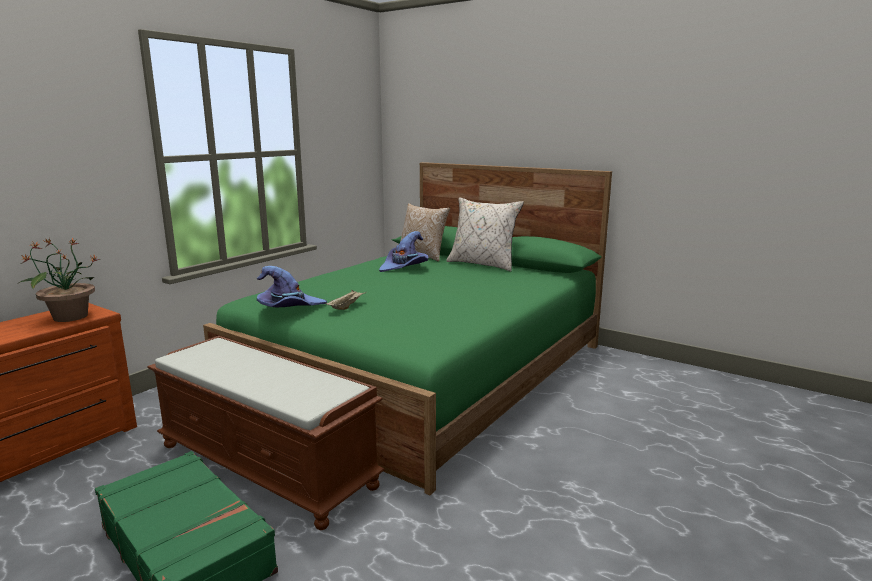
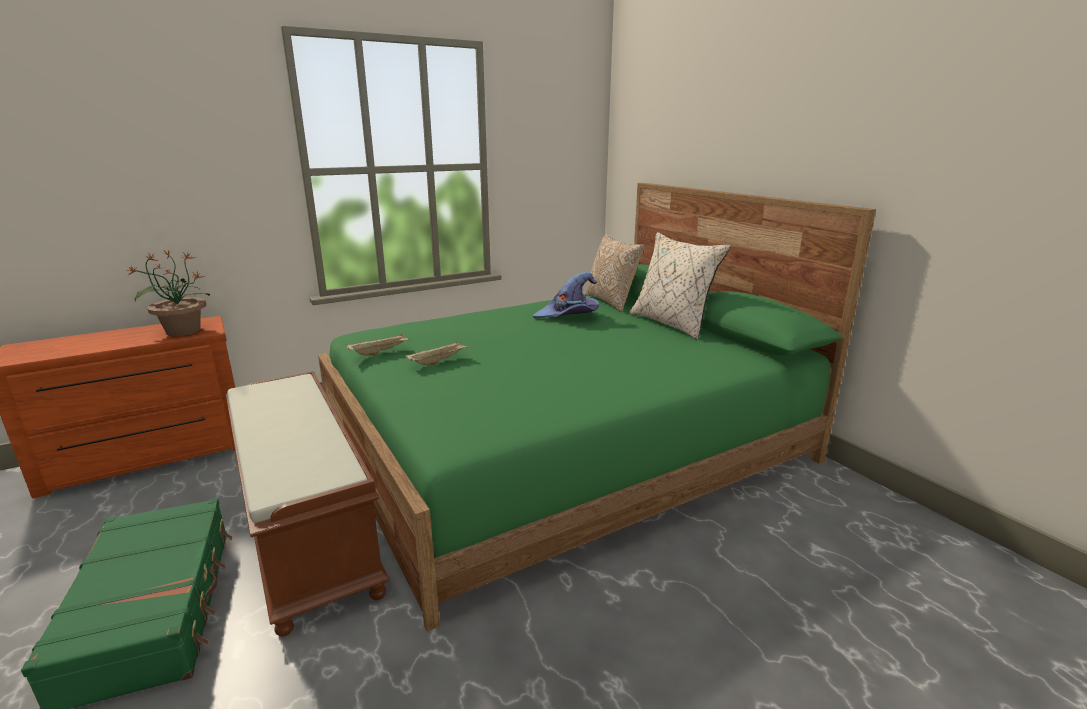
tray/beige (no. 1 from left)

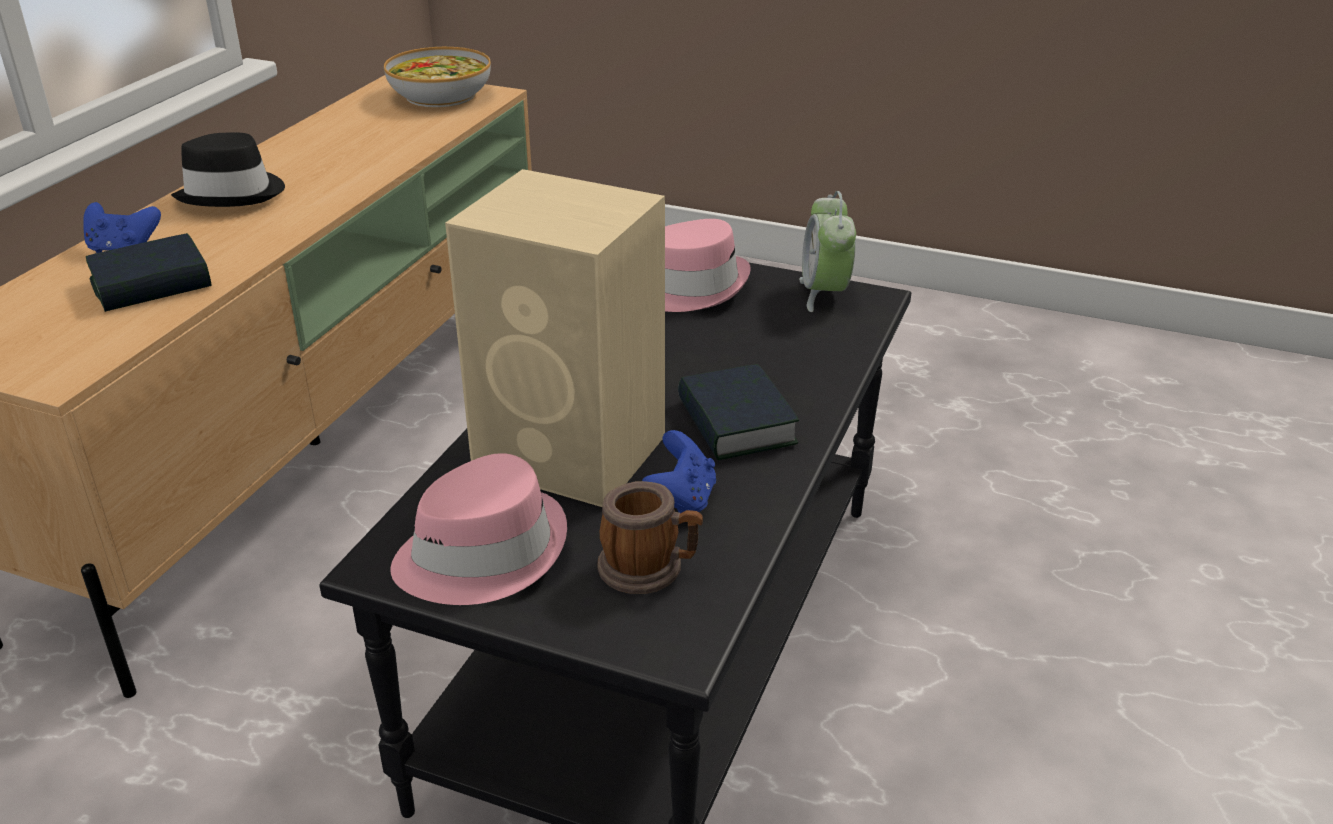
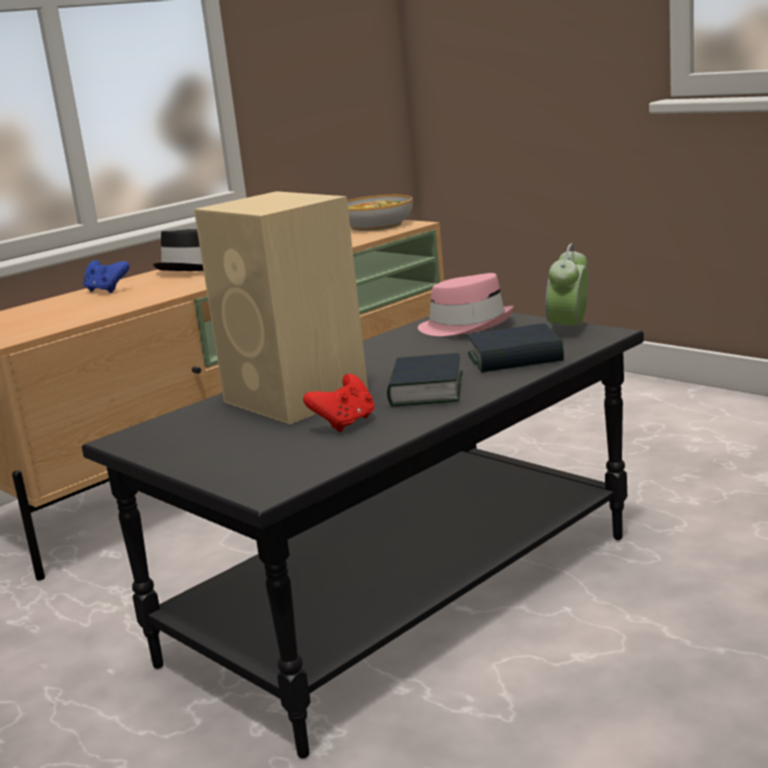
book (no. 2 from left); hat/pink (no. 1 from left in the first image); mug; game controller/red

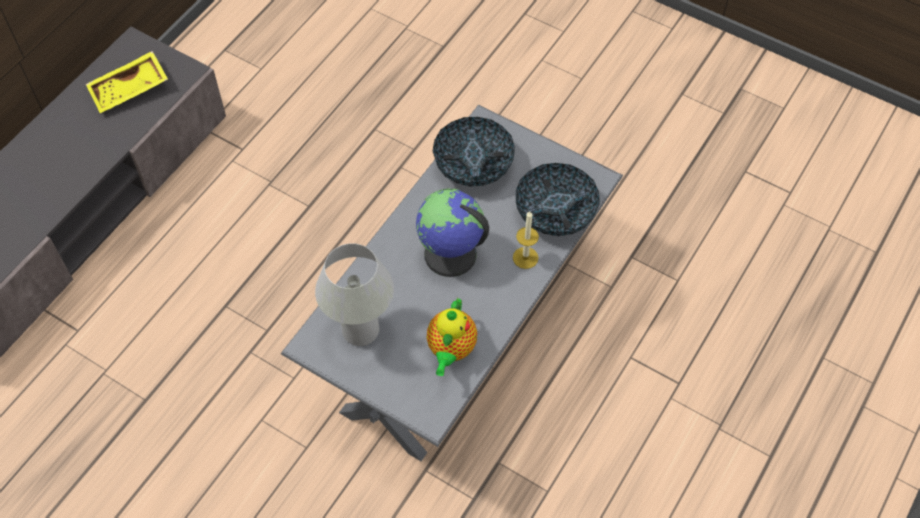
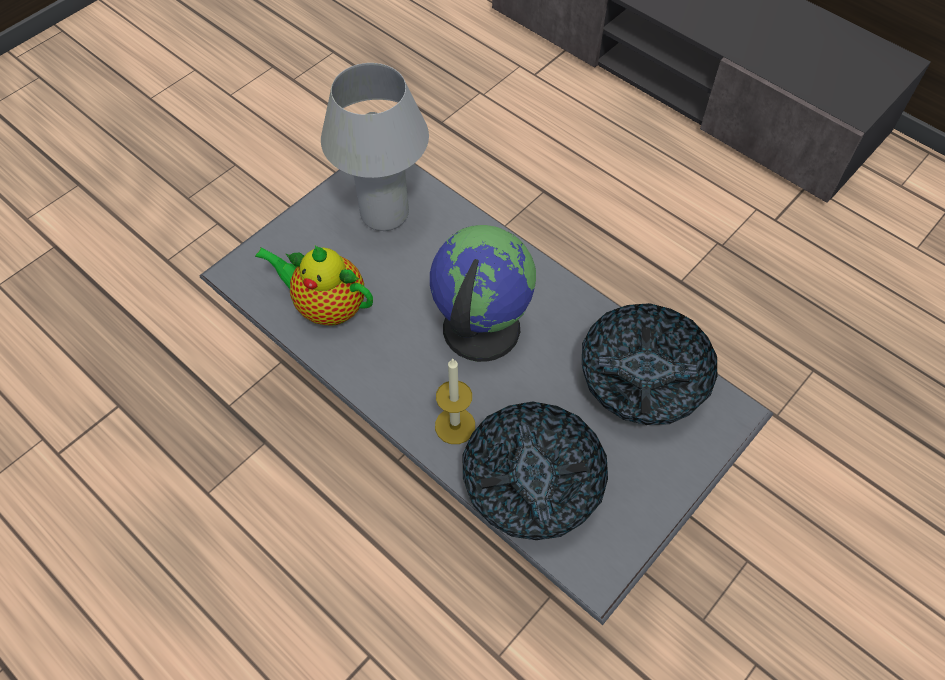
tray/yellow

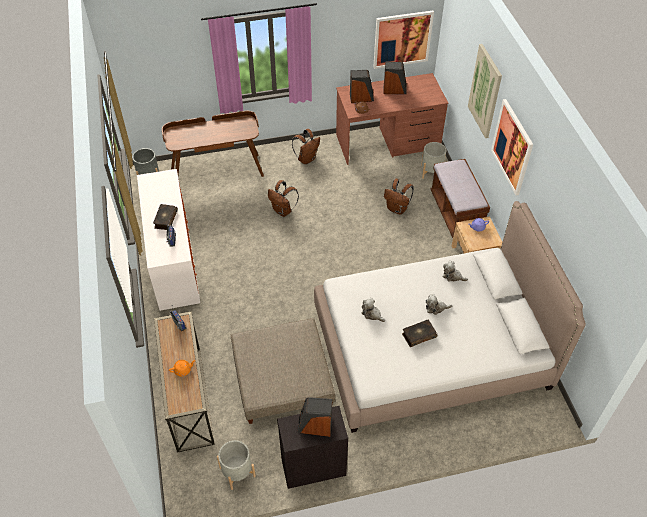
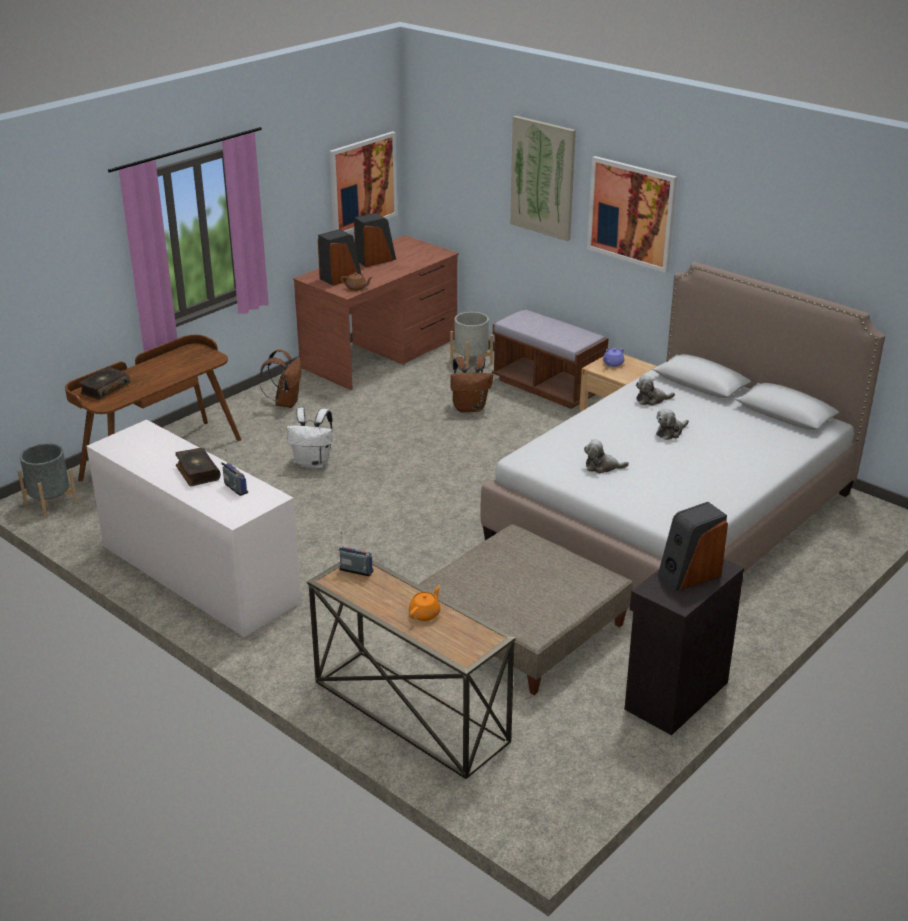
planter/grey (no. 2 from left in the first image); backpack/white; book (no. 1 from left)

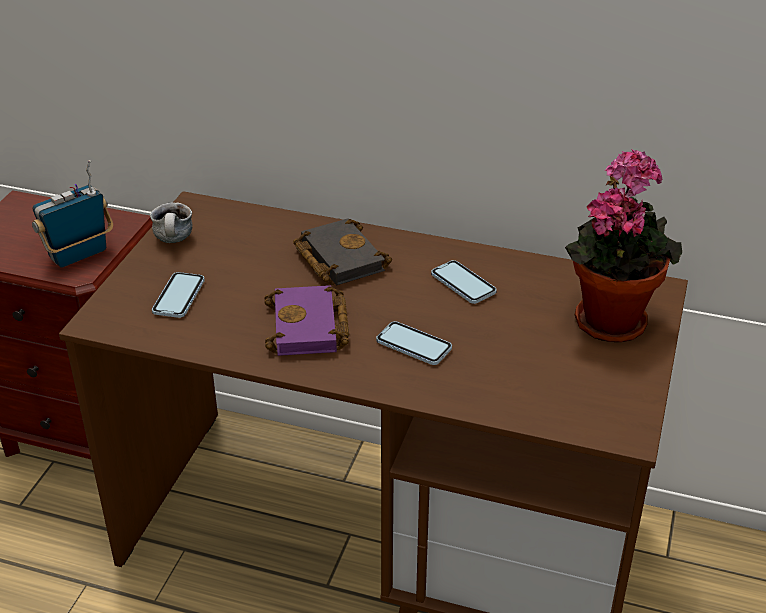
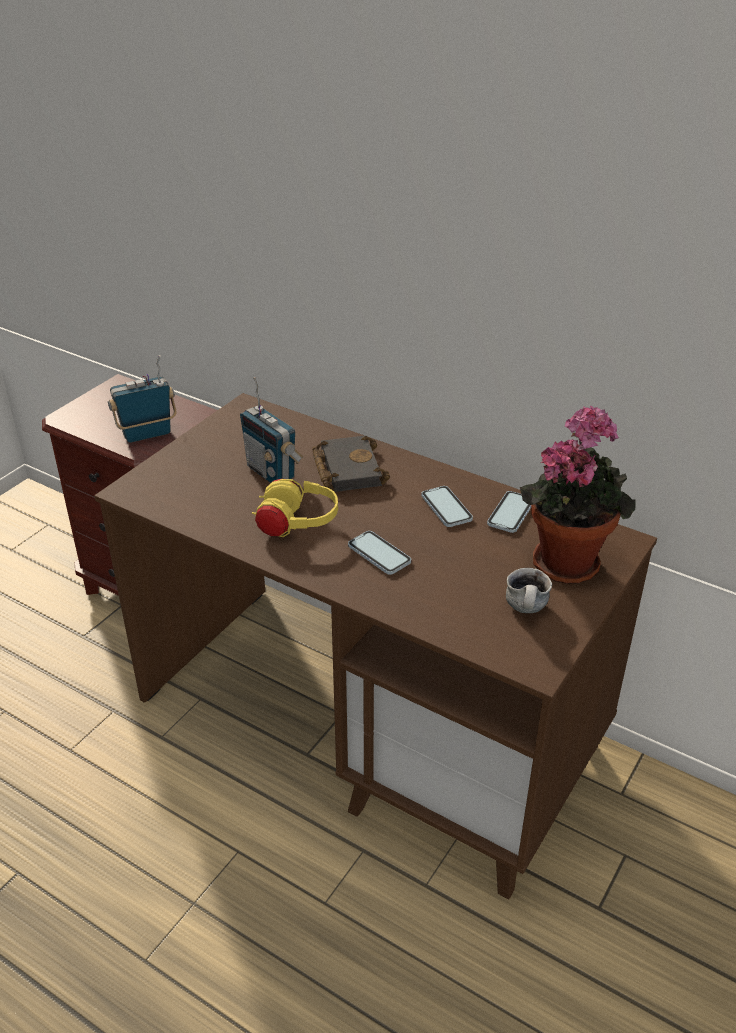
mug; phone (no. 3 from left); headphones/yellow; radio (no. 2 from left)

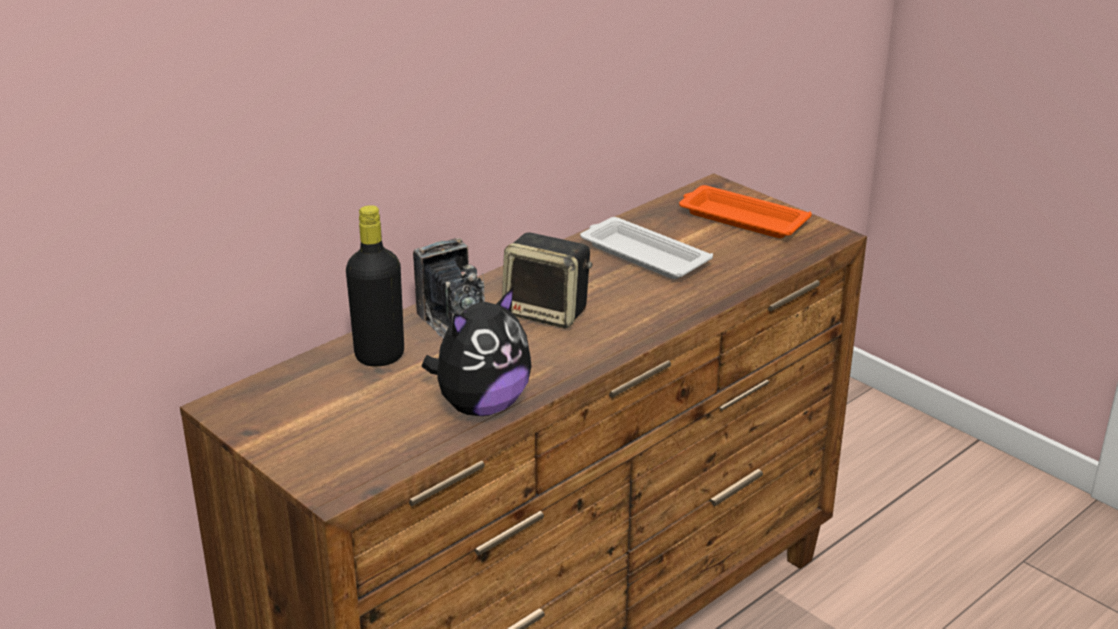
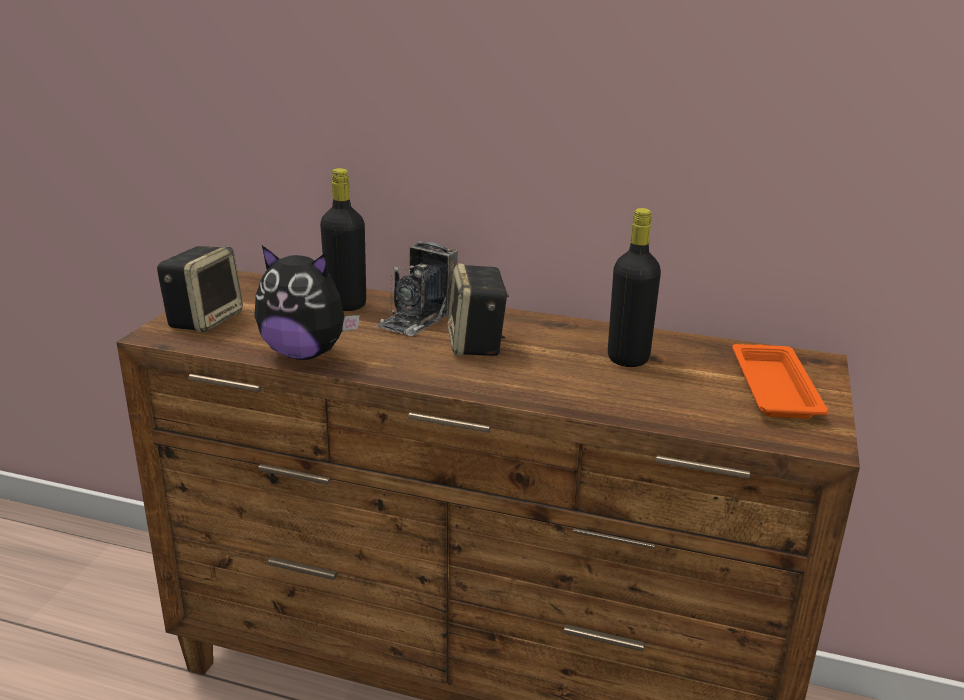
bottle/black (no. 2 from left); speaker (no. 1 from left)

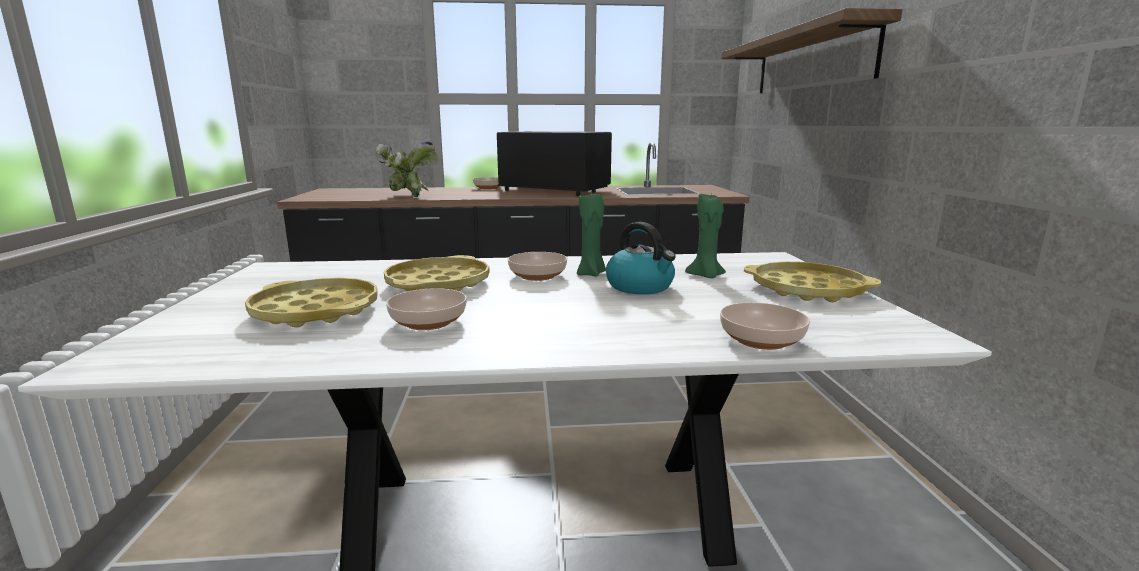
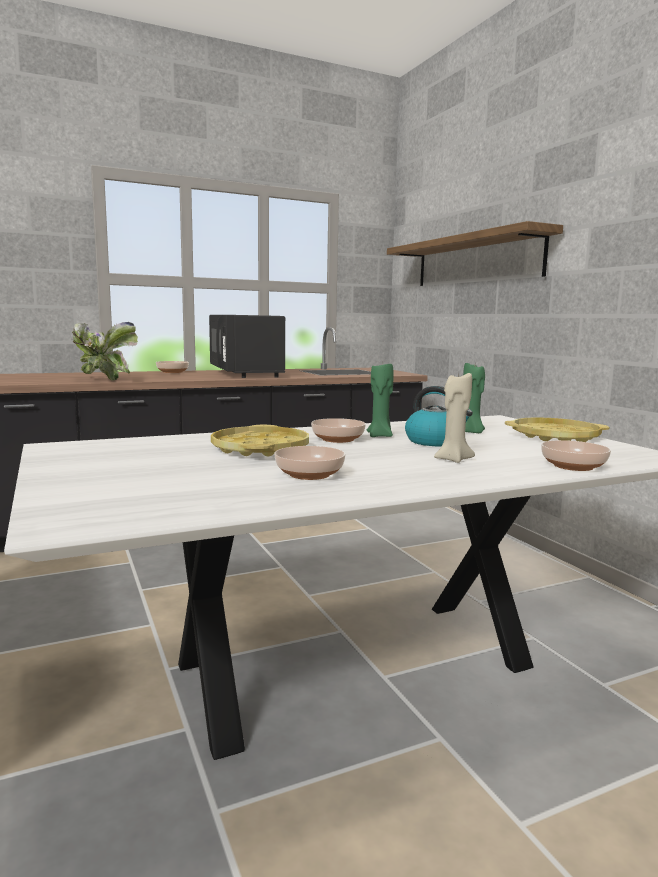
tray/yellow (no. 1 from left in the first image); microwave/black; candle/beige

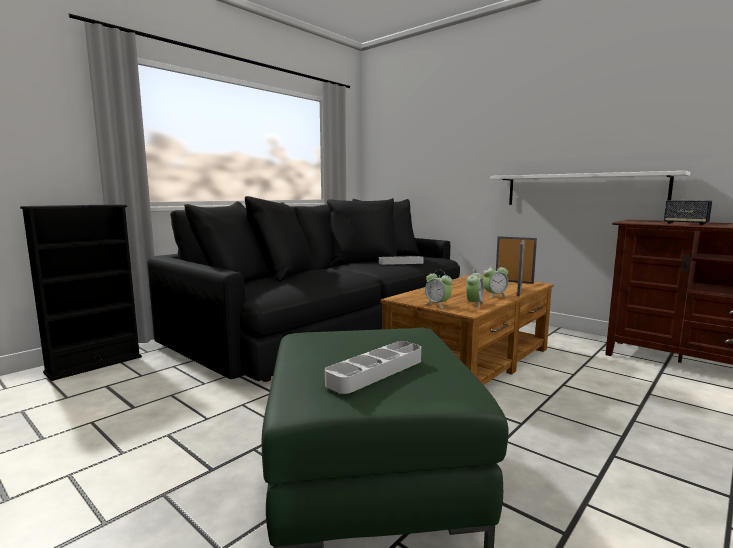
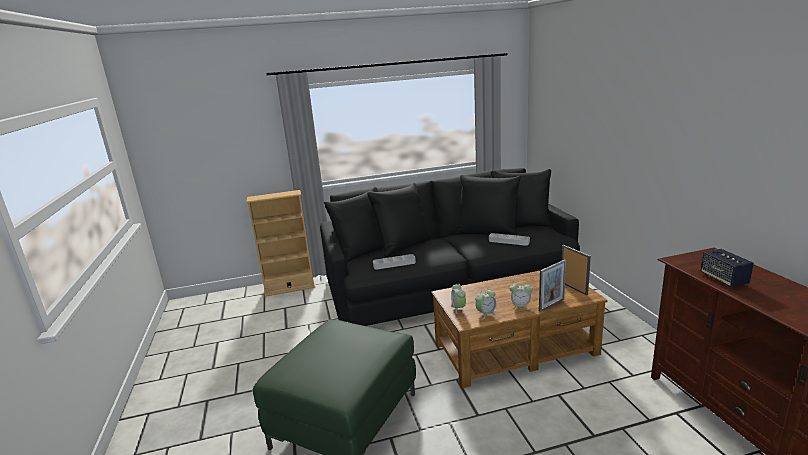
bookcase/beige; tray/grey (no. 1 from left); shelf/white

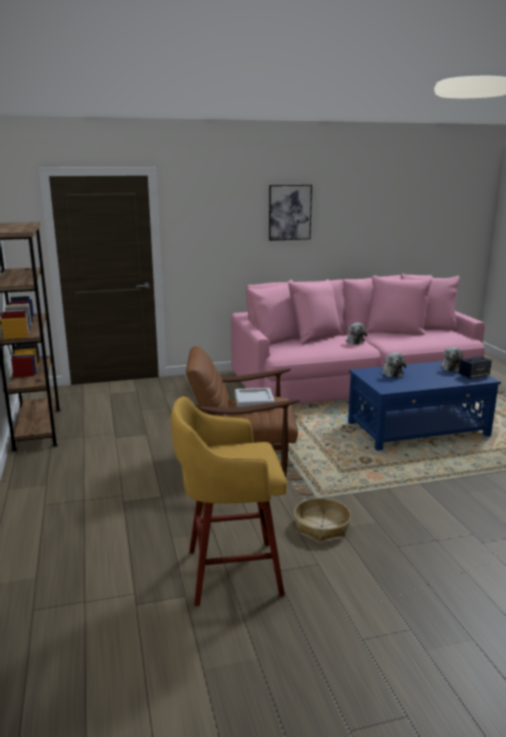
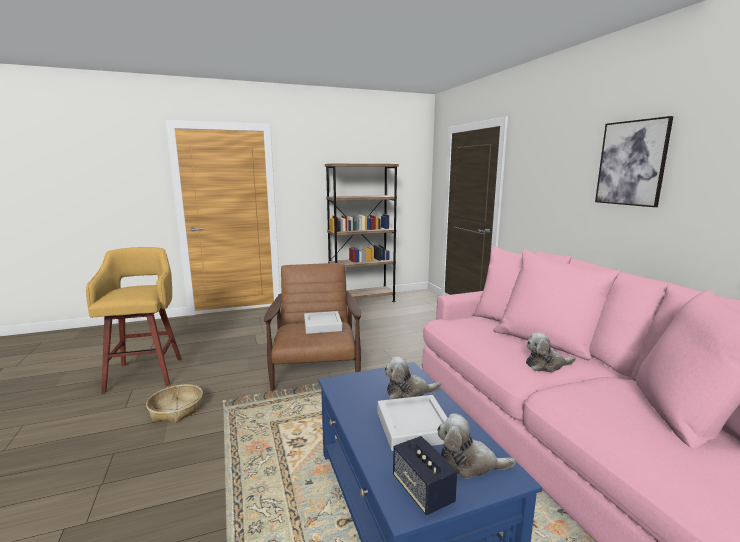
tray/grey (no. 2 from left)

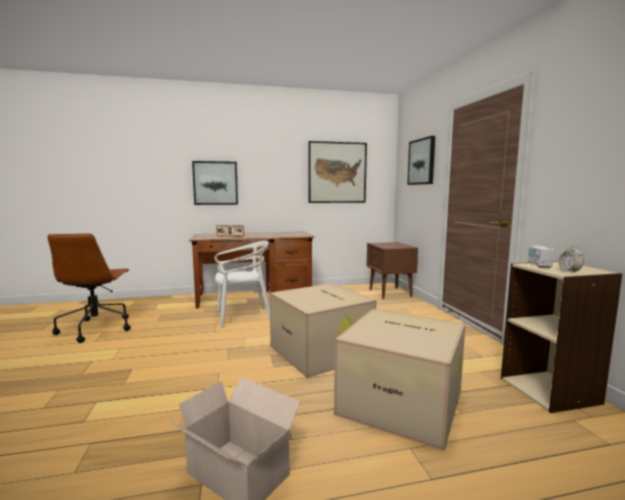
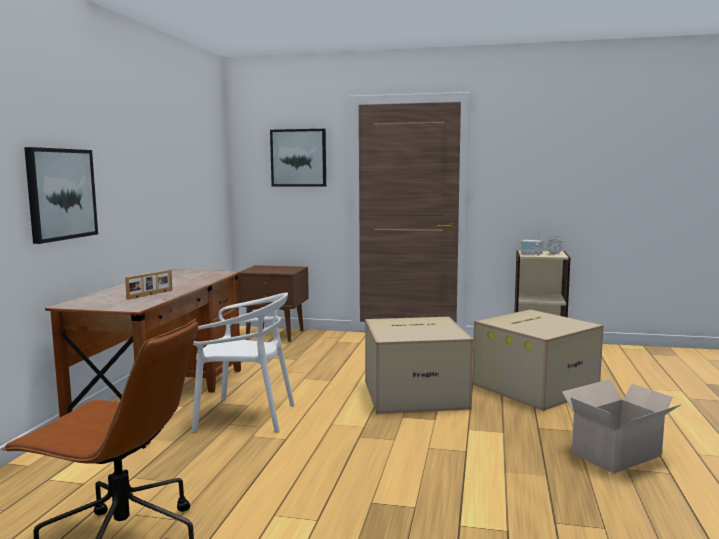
chair/white; picture (no. 2 from left in the first image)

